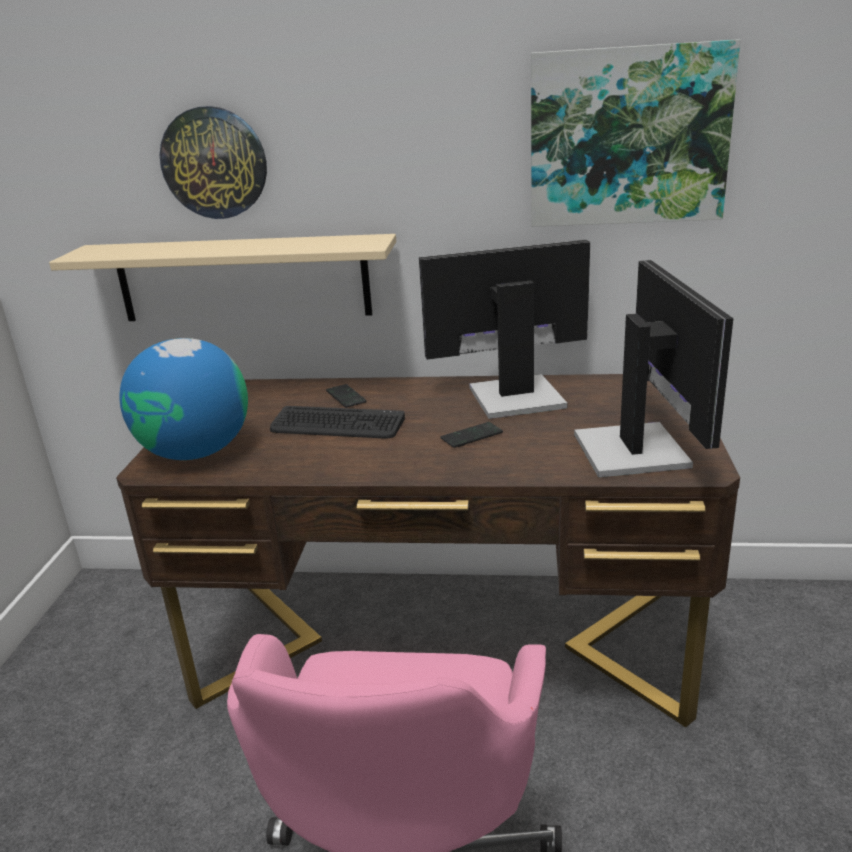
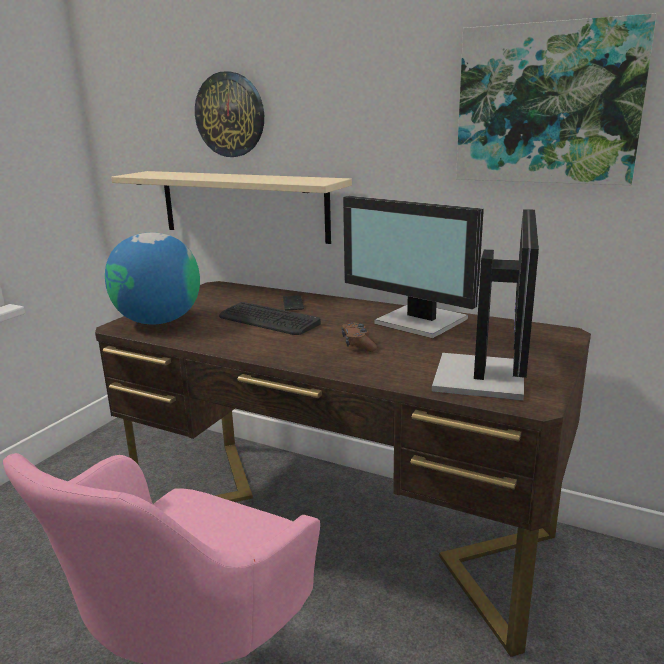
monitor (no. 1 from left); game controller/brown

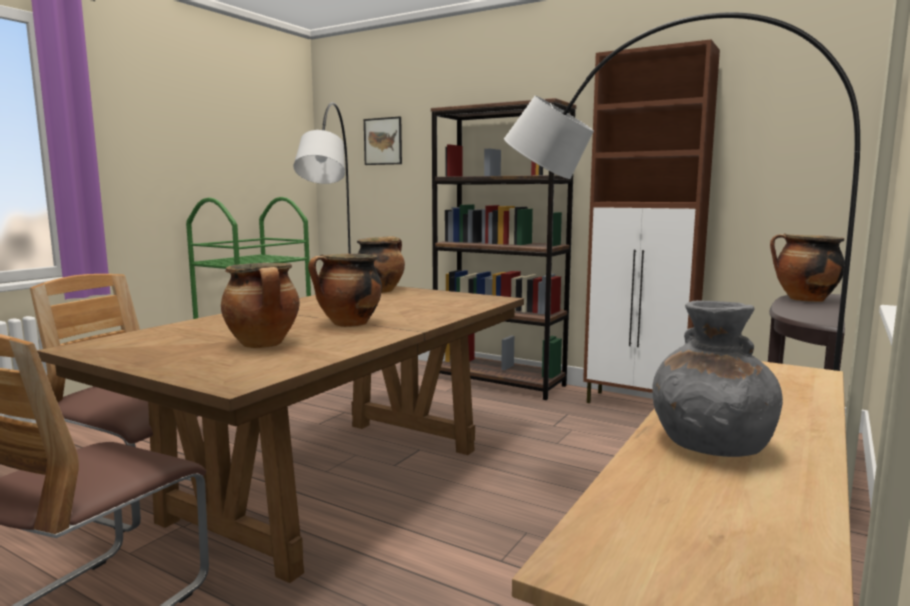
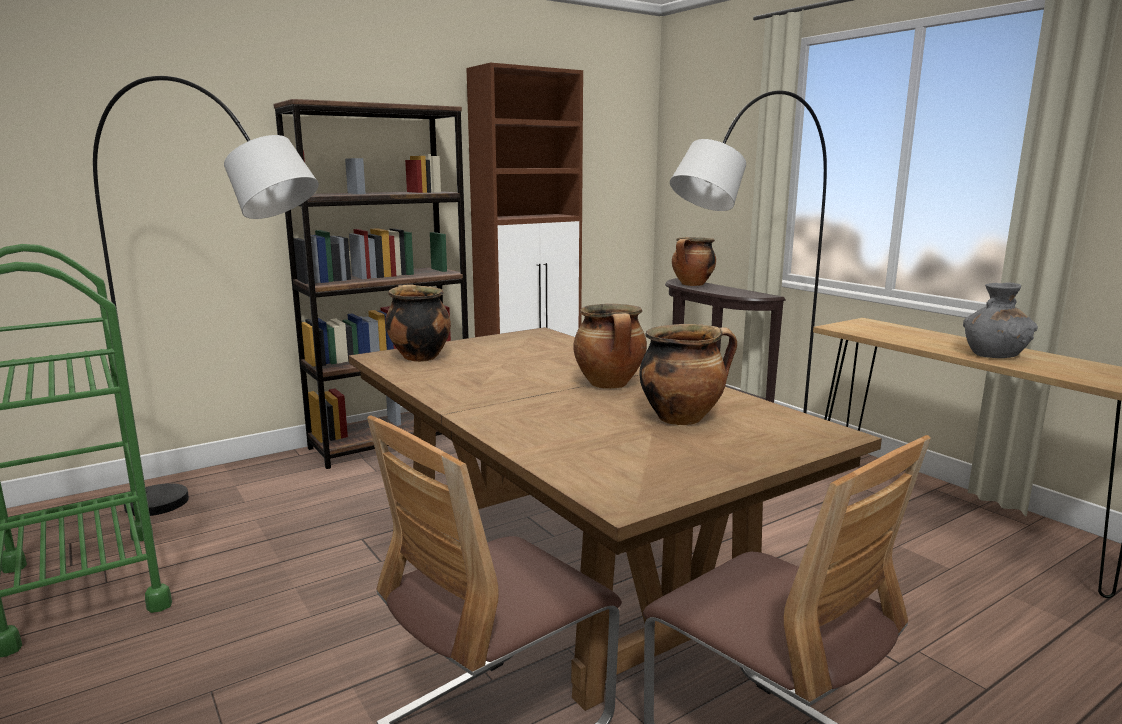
picture

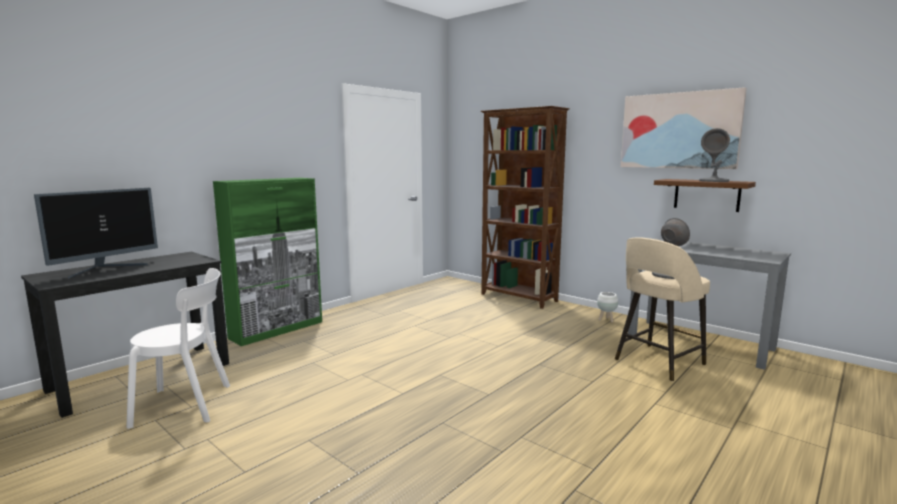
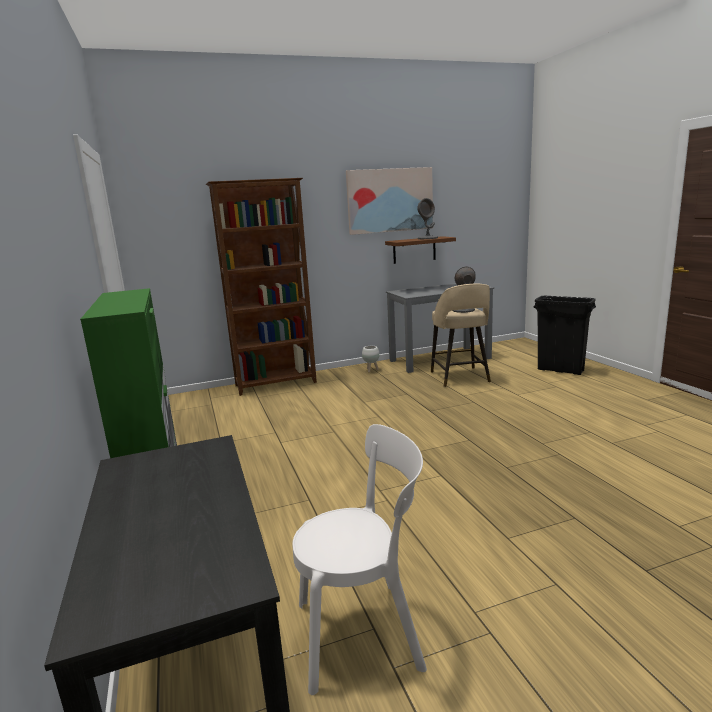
monitor; chair/white; trash can/black

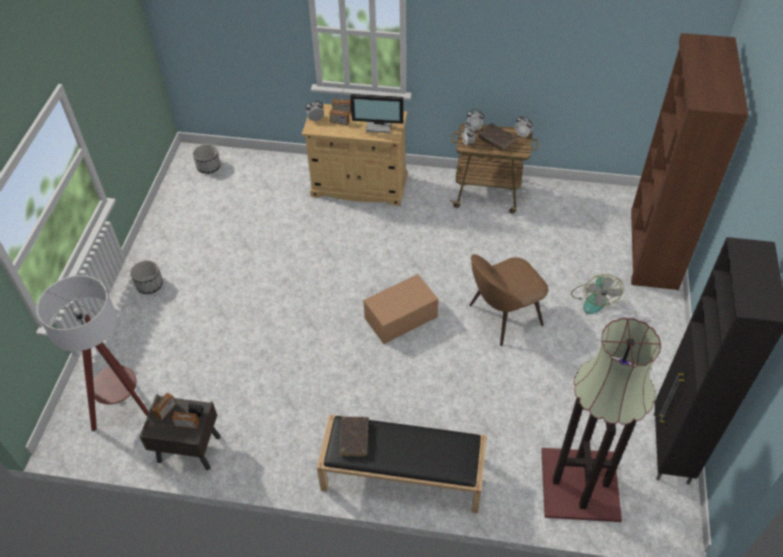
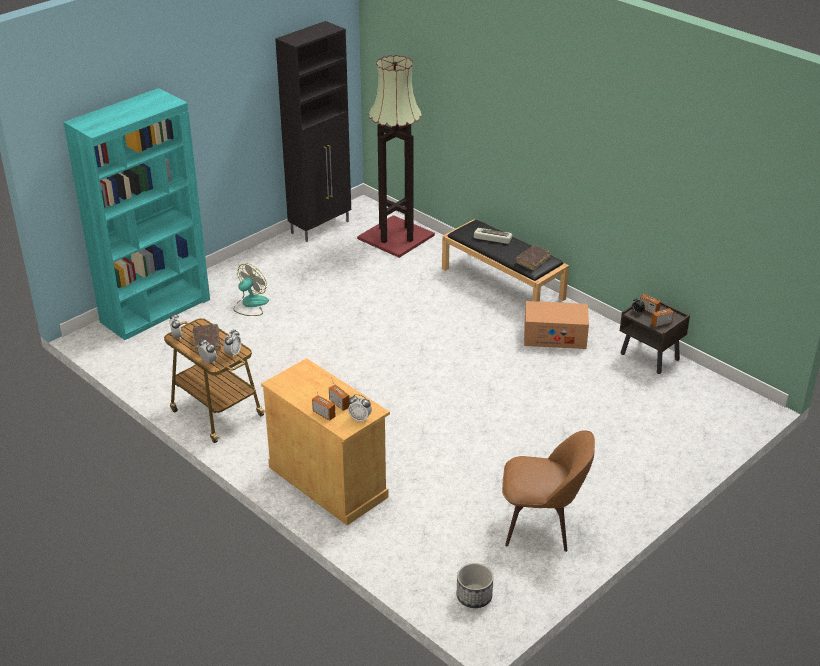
floor lamp (no. 1 from left in the first image); planter (no. 1 from left in the first image); monitor; cardboard box; chair/brown; bookcase/turquoise; keyboard

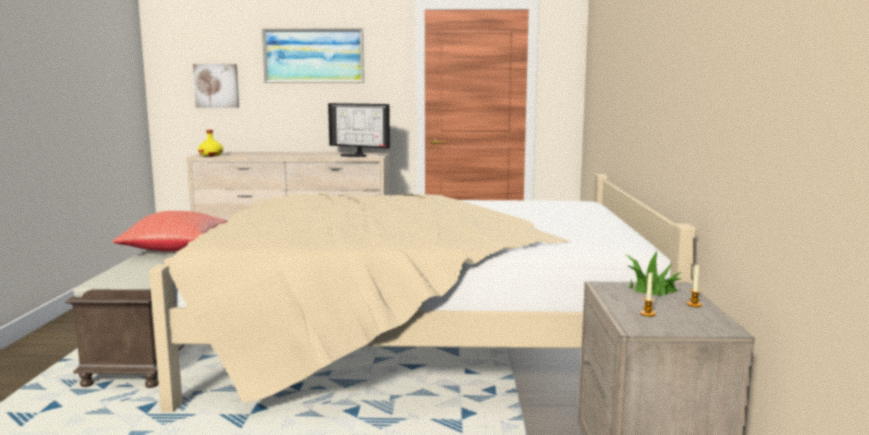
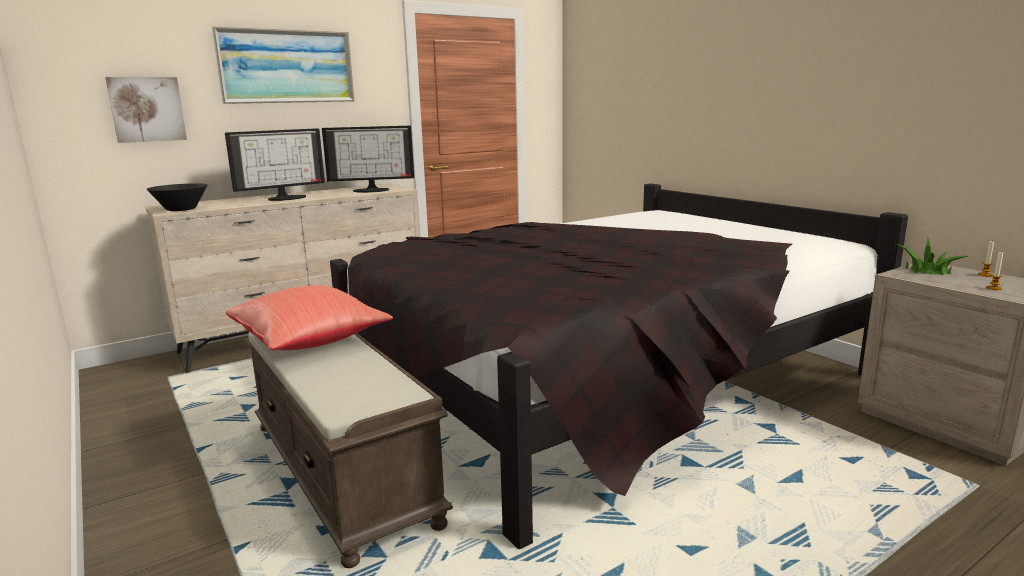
bed/black; bowl/black; monitor (no. 1 from left)

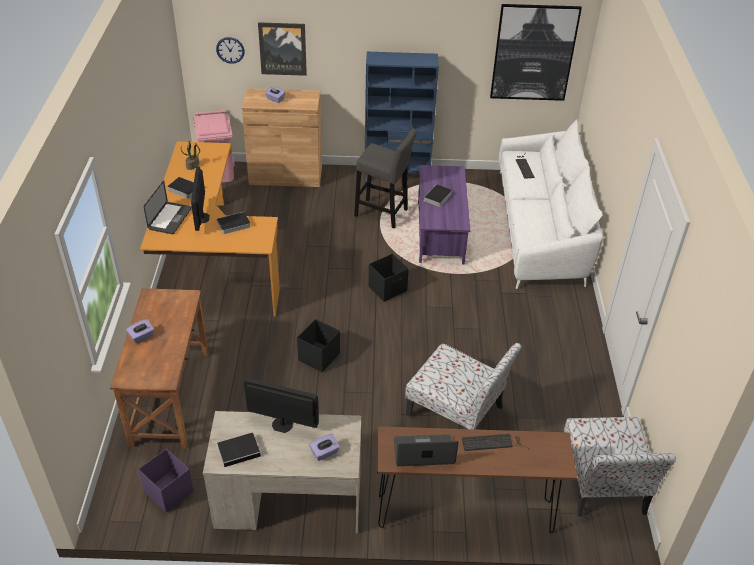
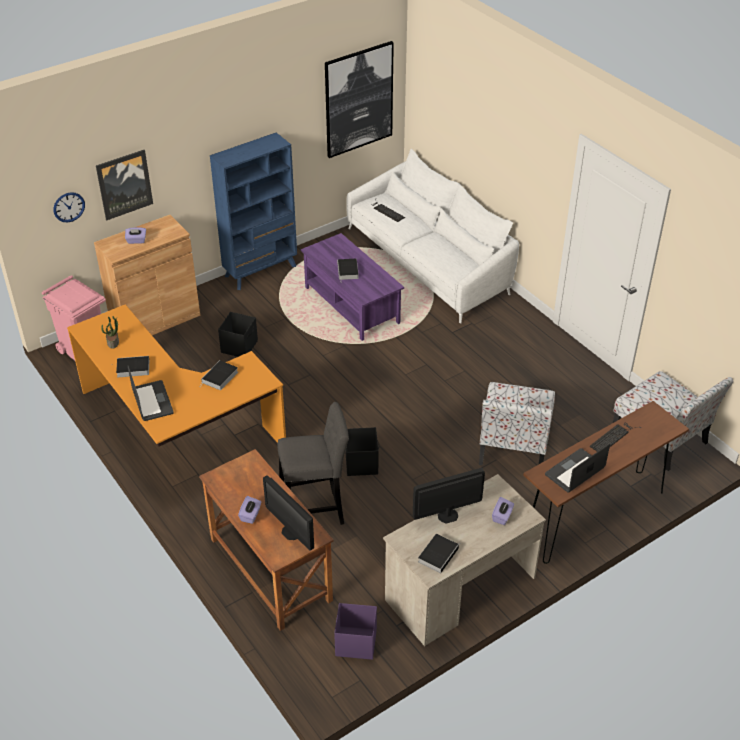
monitor (no. 1 from left); stool/grey; storage box/black (no. 1 from left); chair (no. 1 from left)

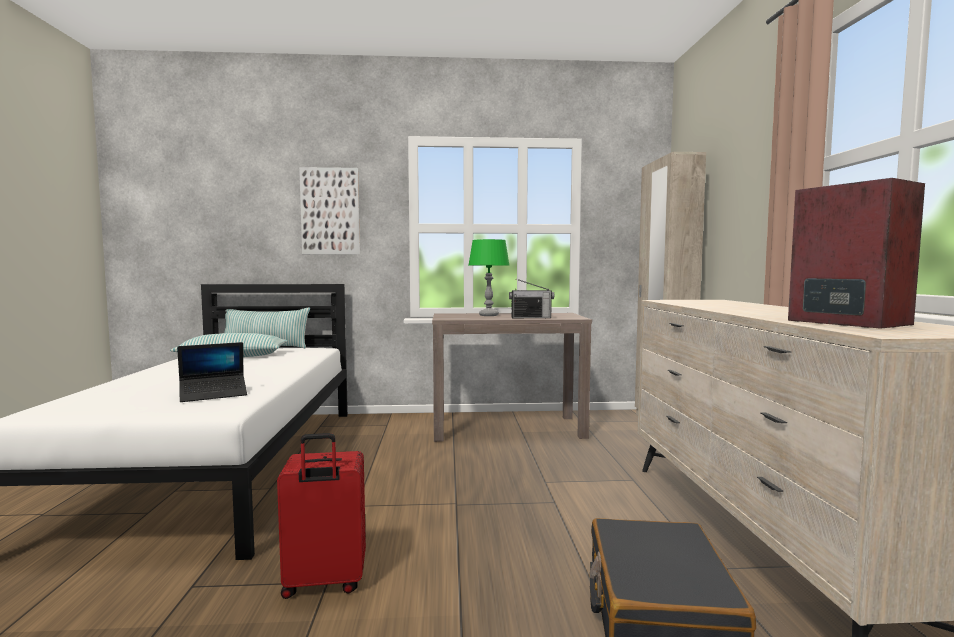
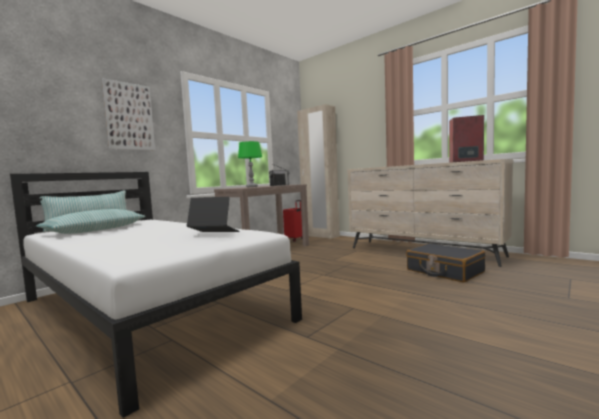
laptop; suitcase/red

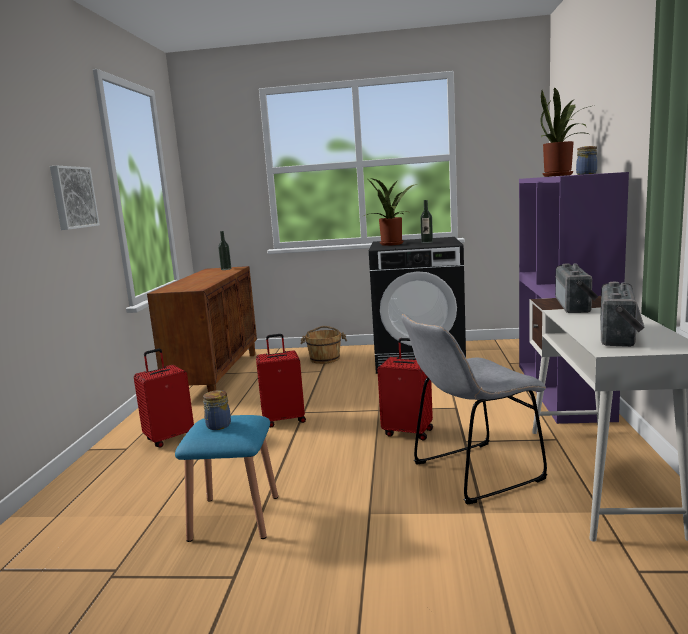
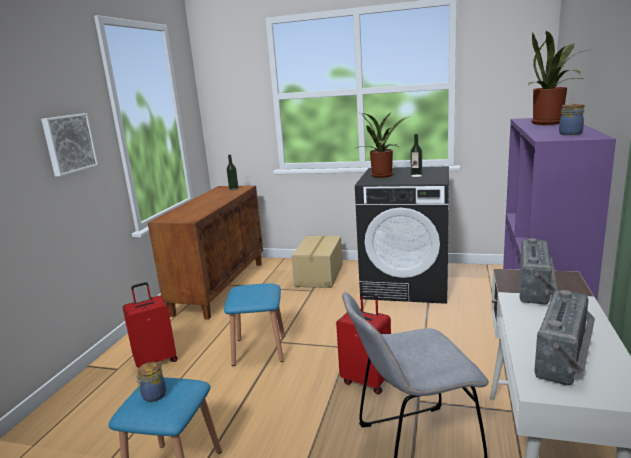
stool/blue (no. 2 from left); cardboard box

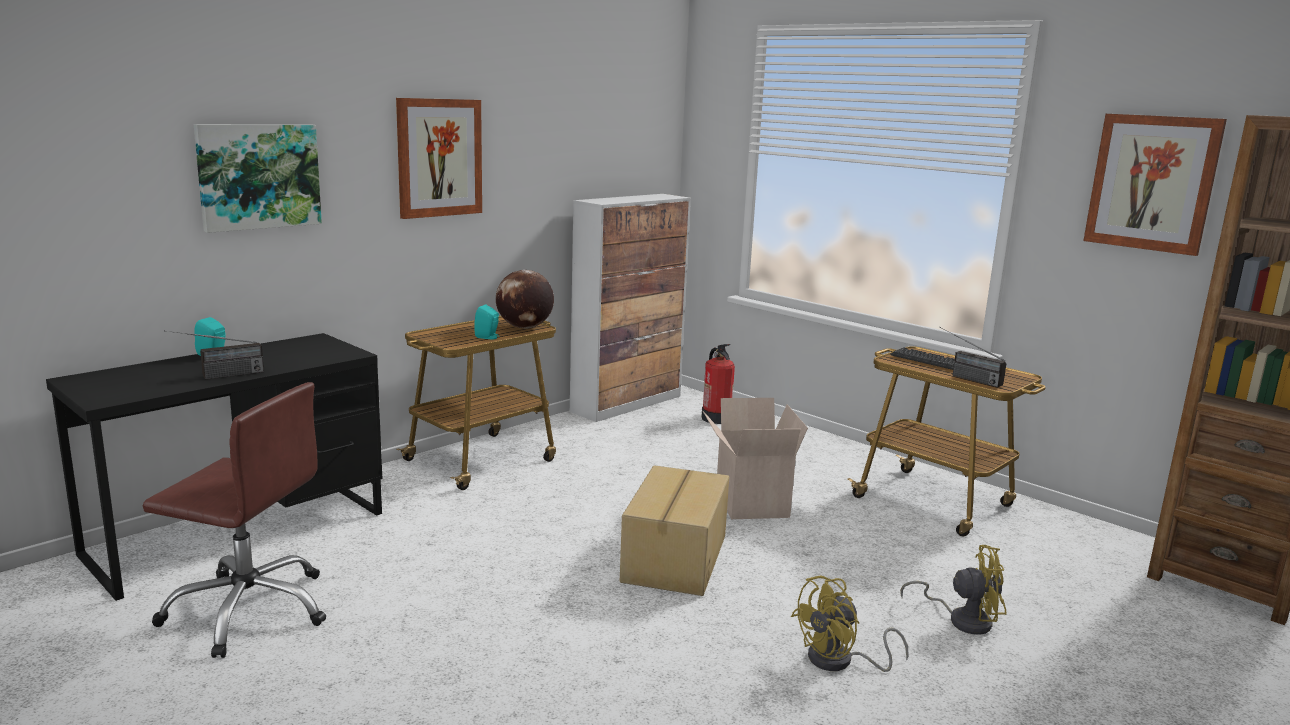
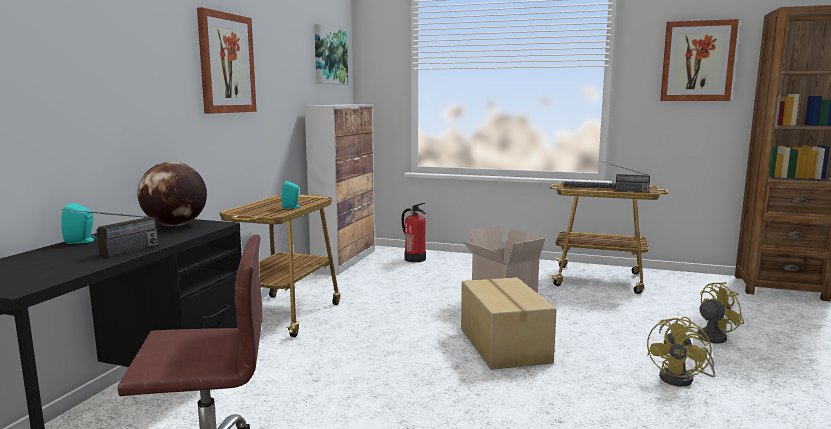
picture (no. 2 from left); globe

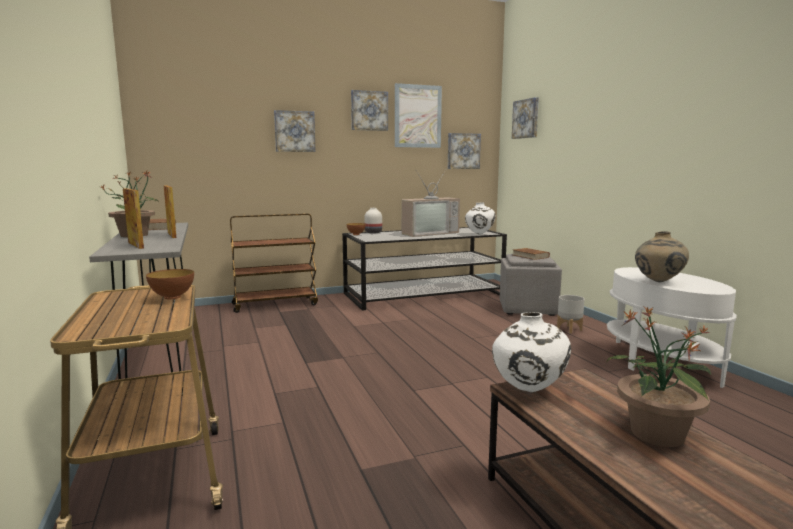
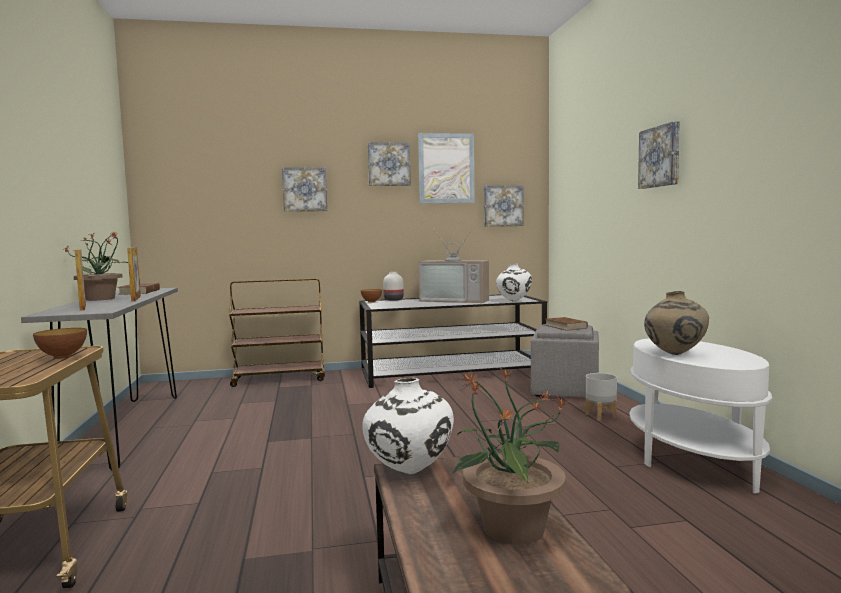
television; picture (no. 5 from left)

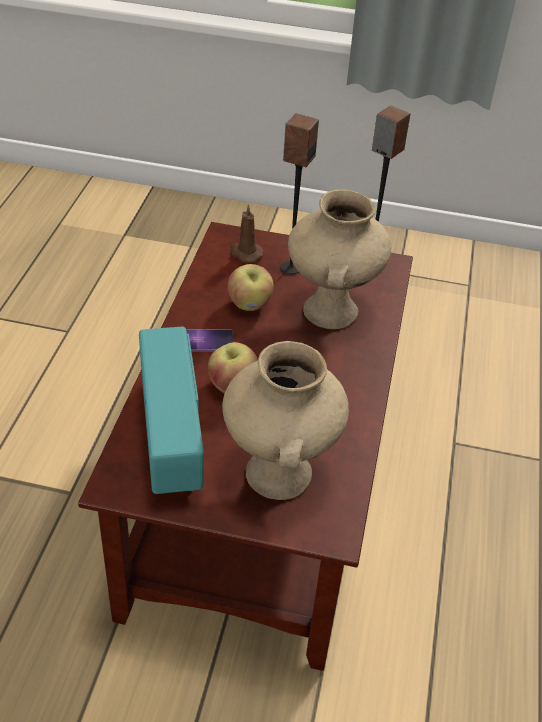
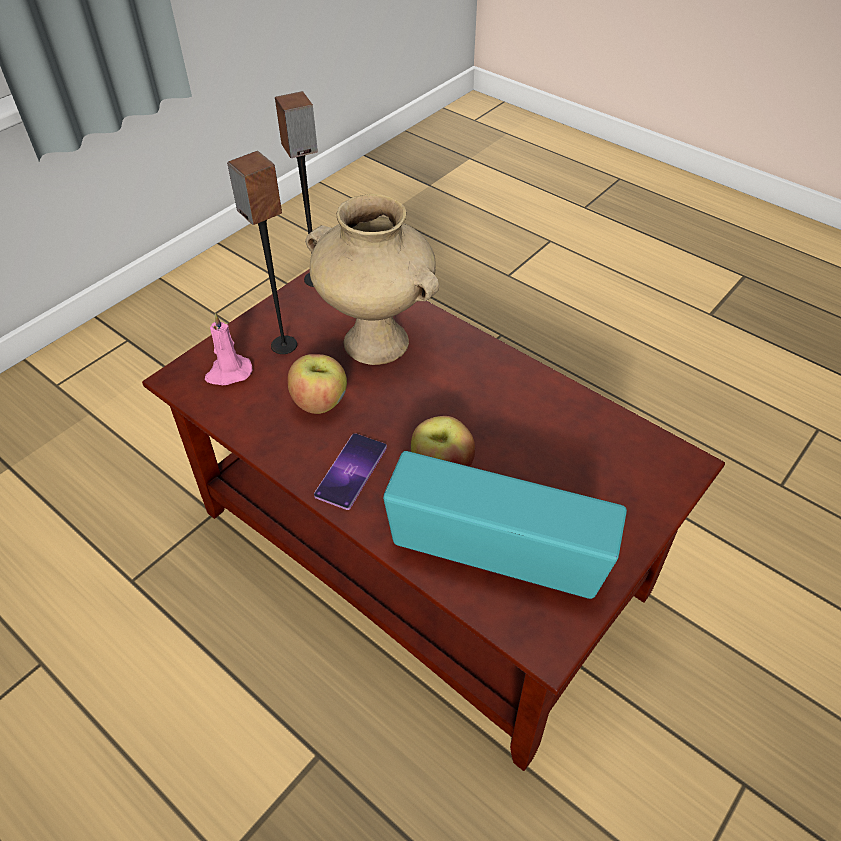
vase/beige (no. 1 from left in the first image); candle/pink

